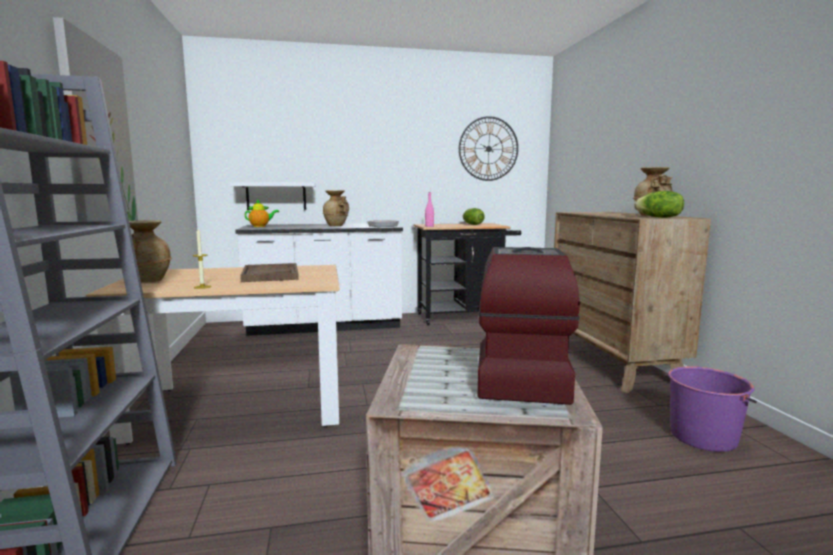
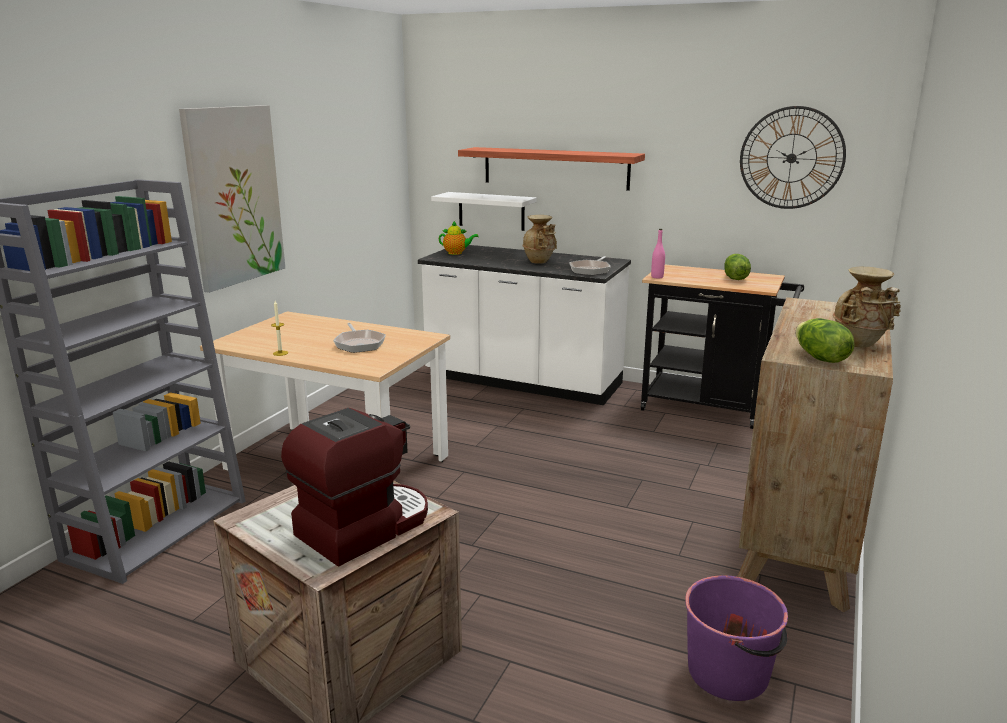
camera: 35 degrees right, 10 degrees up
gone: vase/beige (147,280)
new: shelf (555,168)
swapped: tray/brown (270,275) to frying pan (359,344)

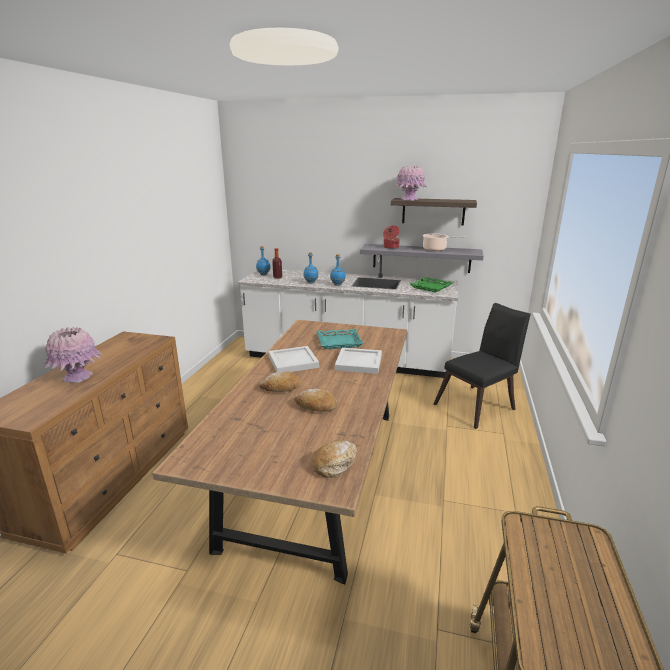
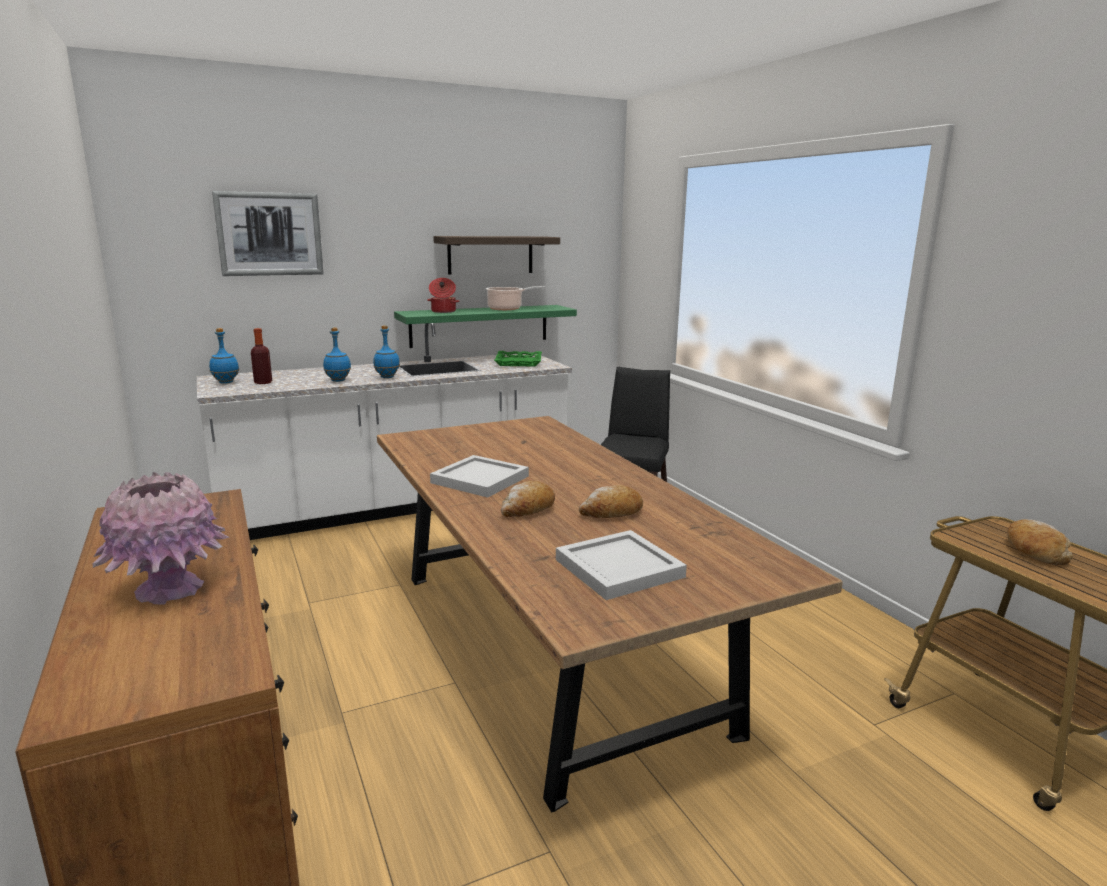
camera: 40 degrees left, 5 degrees down
gone: vase/pink (409,199); tray/turquoise (339,342)
new: picture (269,234)
shifted: tray/white (359,363) to (621,568); bread (335,463) to (1034,551)
repainted: shelf/grey (421,258) to shelf/green (480,325)

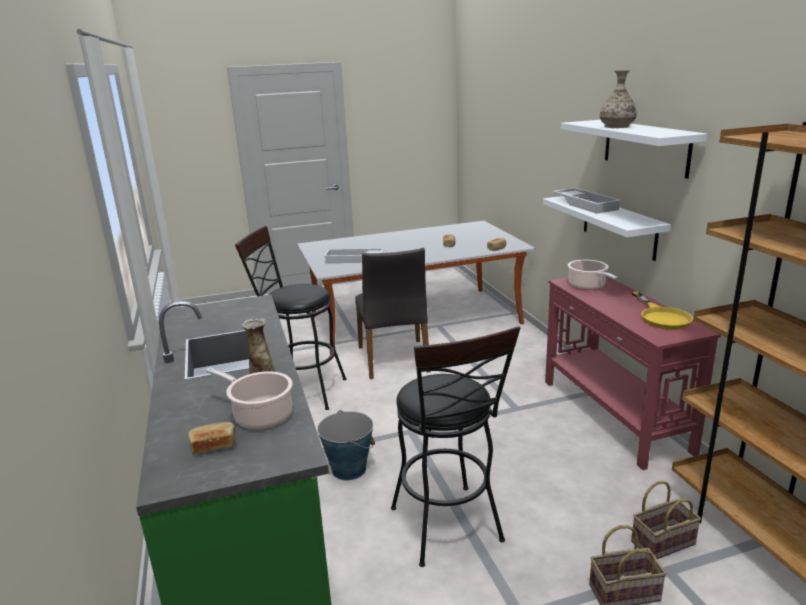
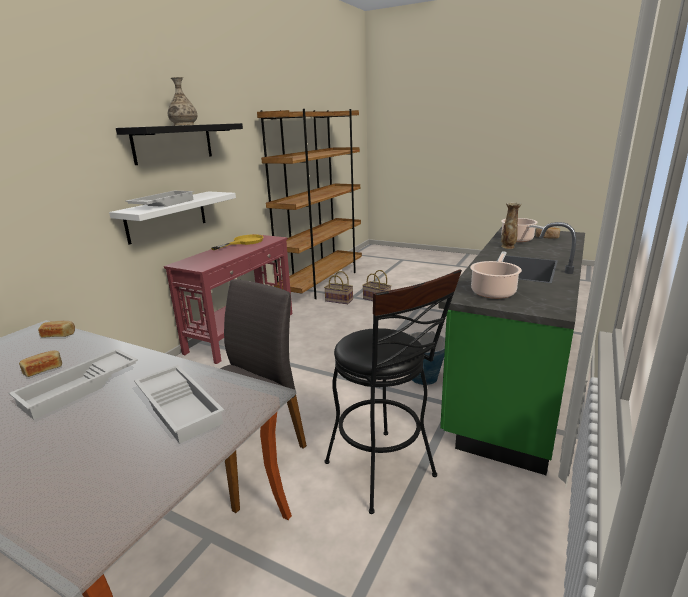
camera: 135 degrees left, 0 degrees up
gone: stool/black (450,530)
new: tray/white (80,388)
shifted: cooking pot (588,286) to (493,291)
repainted: shelf/white (645,147) to shelf/black (173,143)

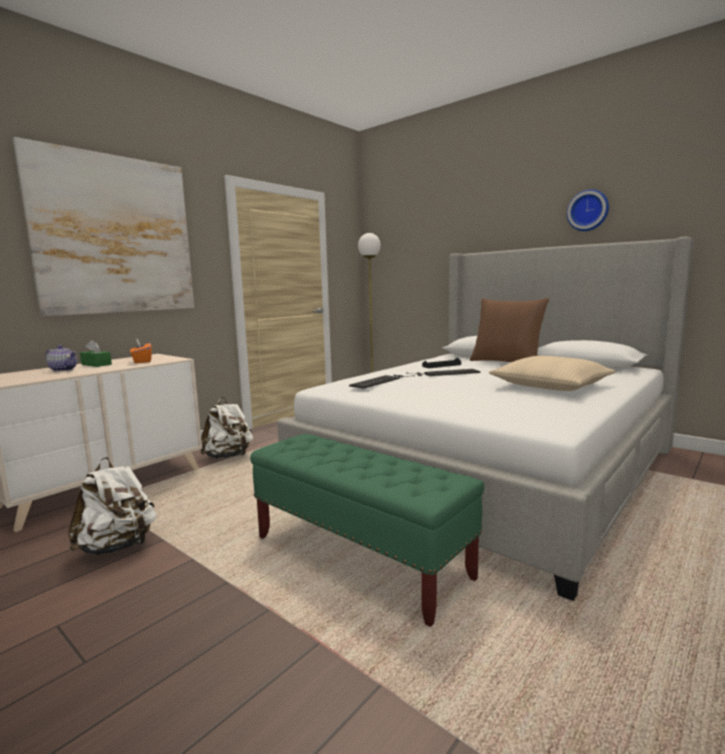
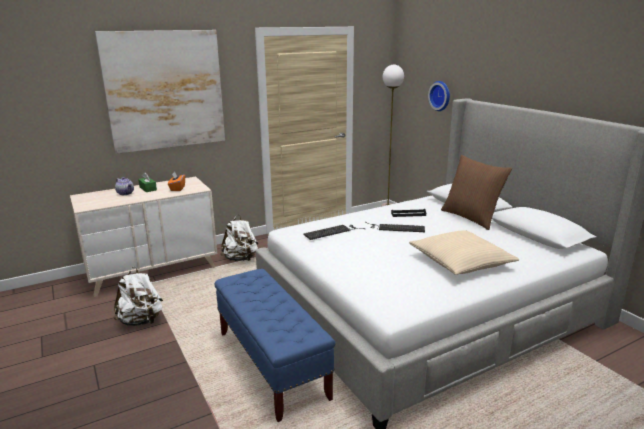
camera: 20 degrees right, 10 degrees up
shifted: wall clock (588,210) to (441,96)
repainted: bench/green (359,557) to bench/blue (272,364)

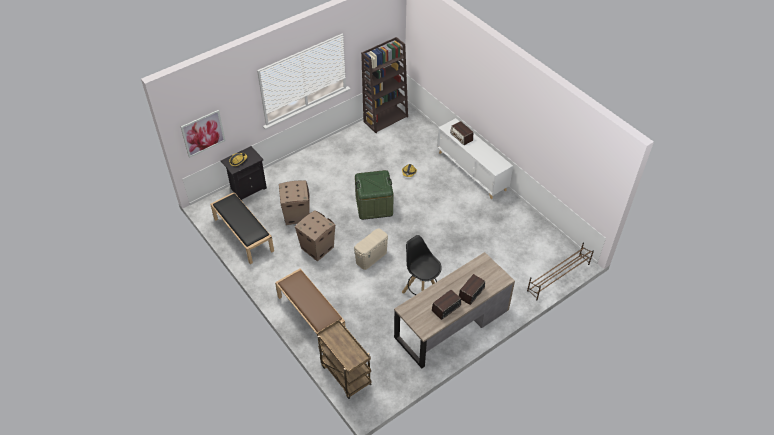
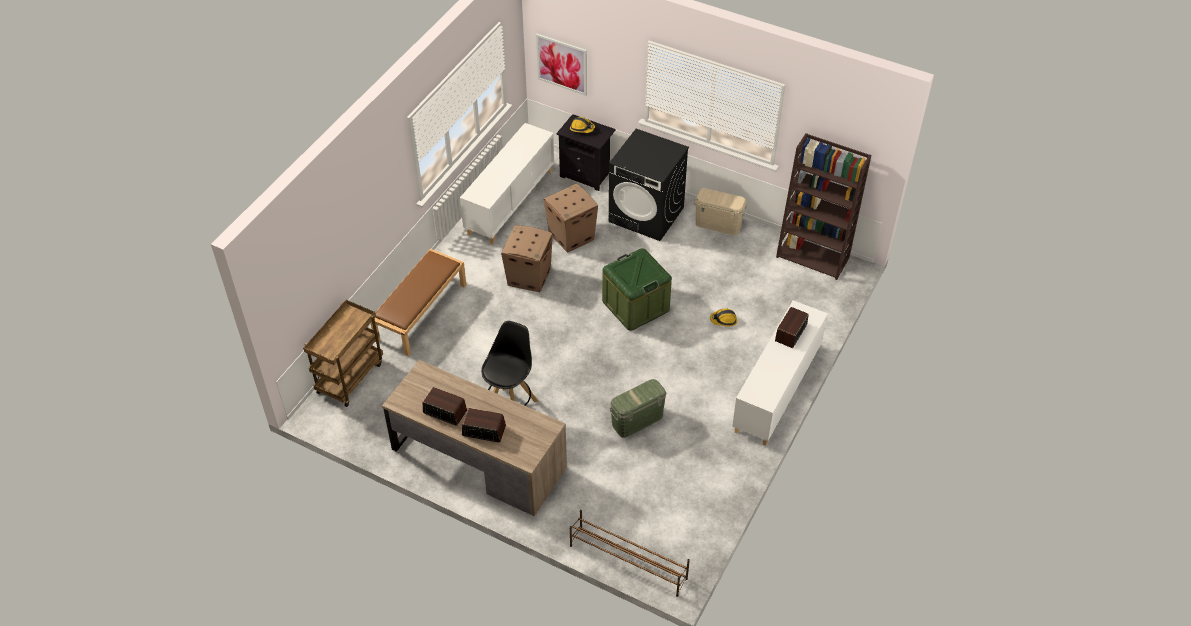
camera: 65 degrees right, 0 degrees up
new: washing machine/black (646,214); storage box/green (637,420)
shifted: storage box/beige (371,257) to (718,224)
swapped: bench/black (243,234) to cabinet/white (510,202)

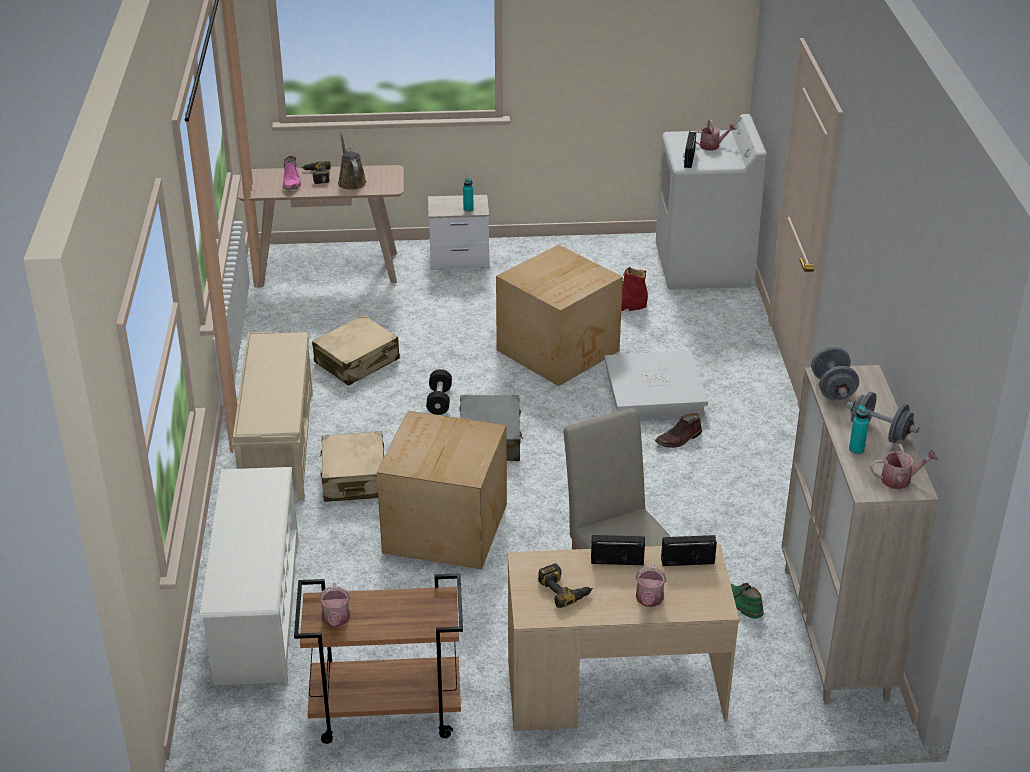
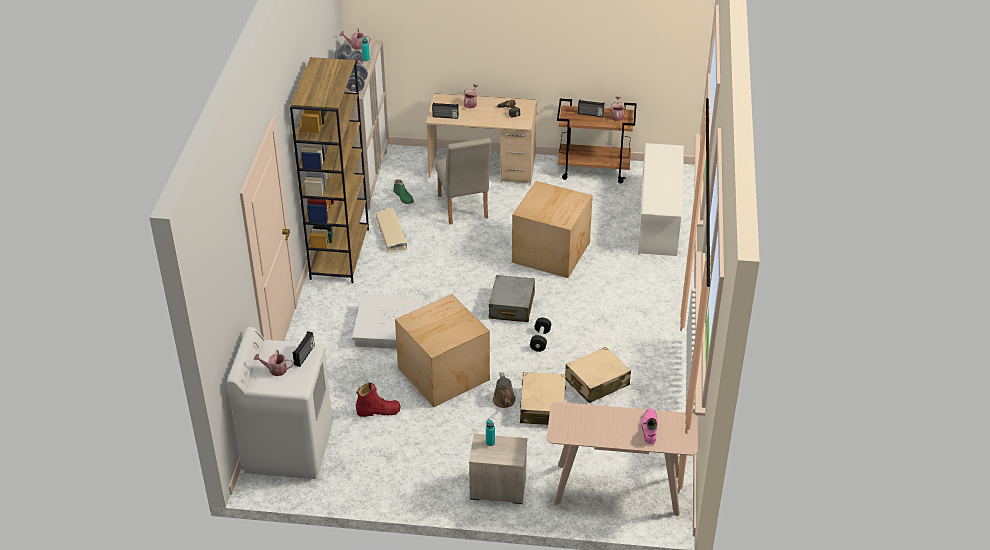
camera: 170 degrees left, 5 degrees up
gone: power drill (316,176); bench/beige (278,444); boot/brown (679,439)
new: bookcase/brown (339,253); storage box/beige (391,233)
shifted: watering can/brown (351,181) to (504,401); suitcase/beige (354,479) to (542,406); radio (617,560) to (590,114)

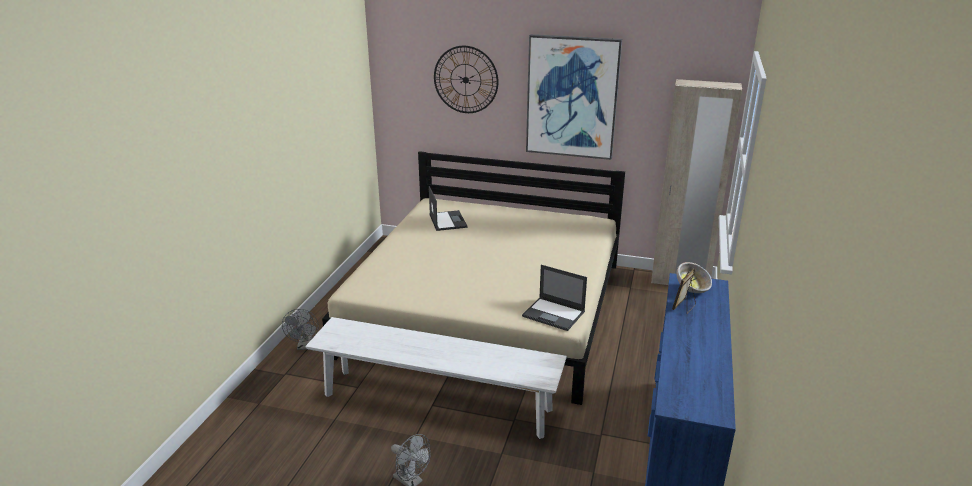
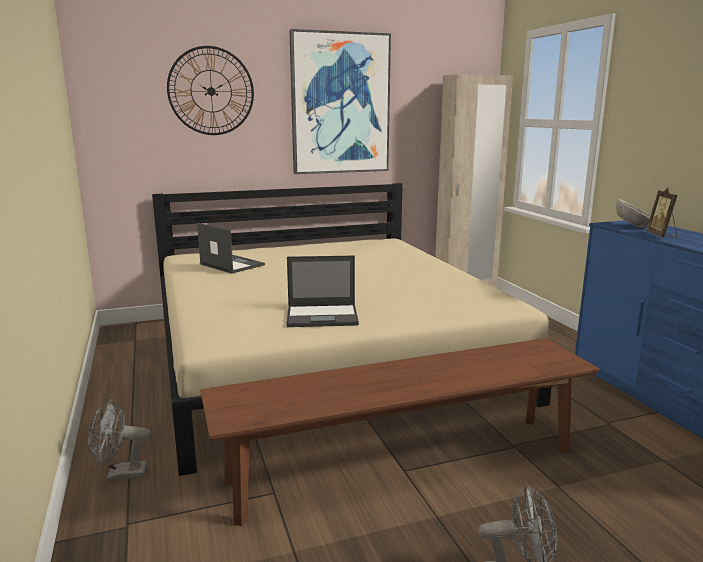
camera: 35 degrees left, 10 degrees down
shifted: laptop (554,314) to (323,316)
repainted: bench/white (436,402) to bench/brown (405,465)
rotated: fan/grey (304,346) = (120,474) 120 degrees clockwise

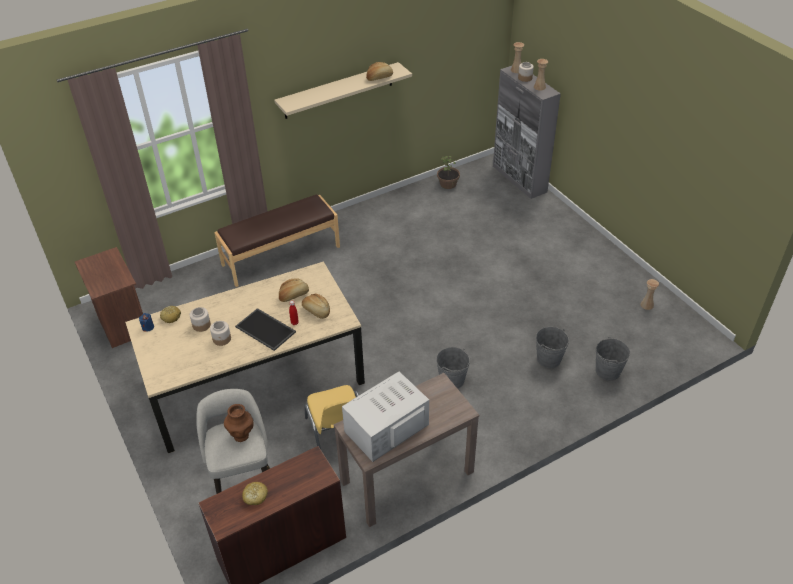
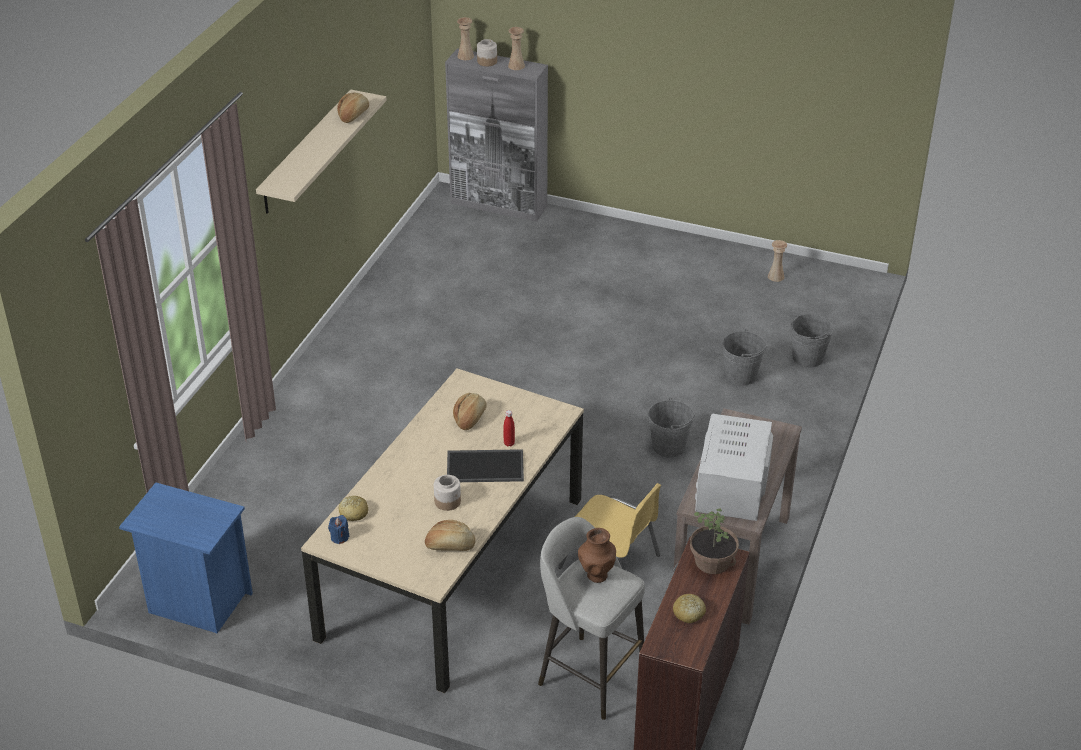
camera: 40 degrees left, 5 degrees down
gone: bench/brown (281,255); jar (201,325)
shifted: potted plant (448,184) to (712,561); bread (316,311) to (450,546)
repainted: nightstand/brown (122,325) to nightstand/blue (196,602)

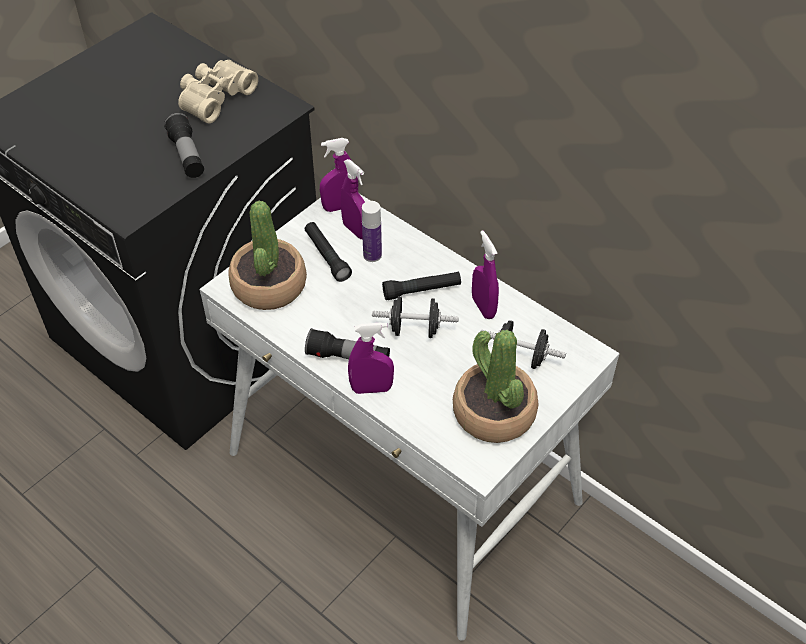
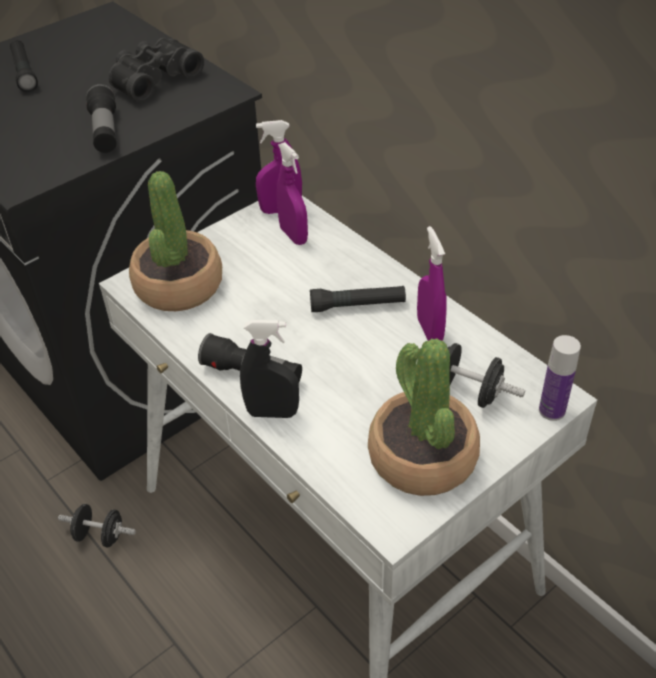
camera: 10 degrees right, 5 degrees down
shifted: bottle (372,255) to (552,410); flashlight/black (327,256) to (24,73); dumbbell/black (414,329) to (100,535)
repainted: binoculars/beige (214,97) to binoculars/black (153,79); spray bottle/purple (371,389) to spray bottle/black (272,413)

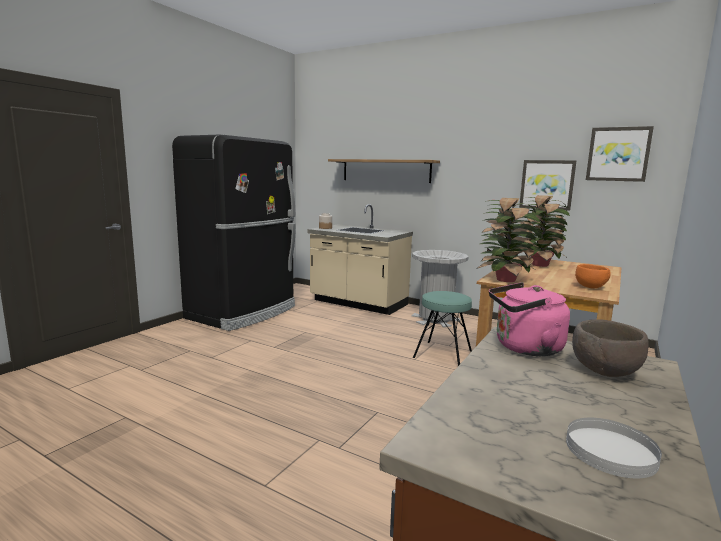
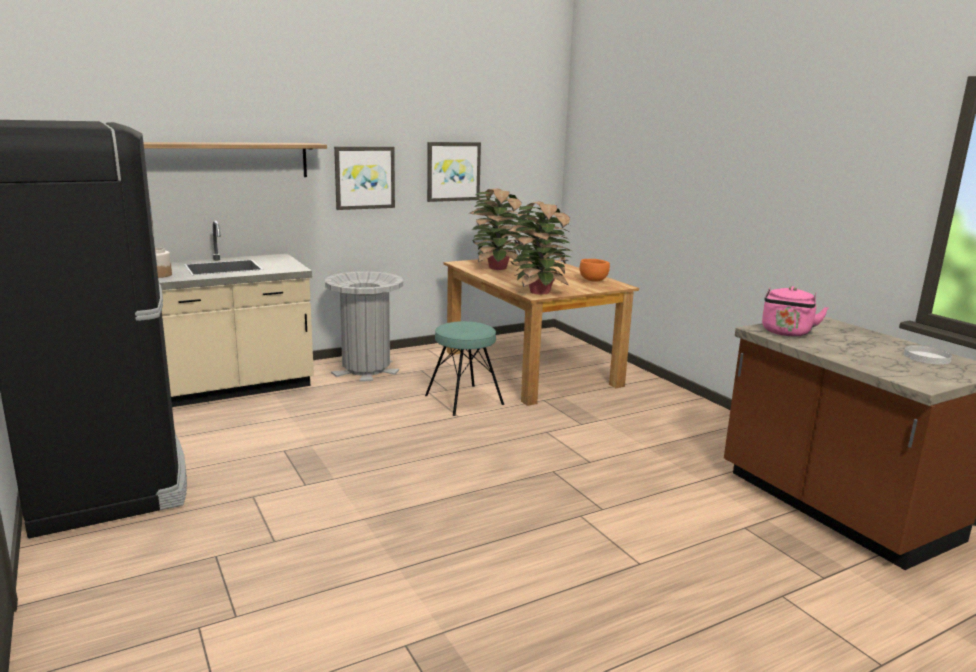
camera: 60 degrees left, 5 degrees up
gone: bowl/brown (603,371)
shifted: picture (618,154) to (364,177)

